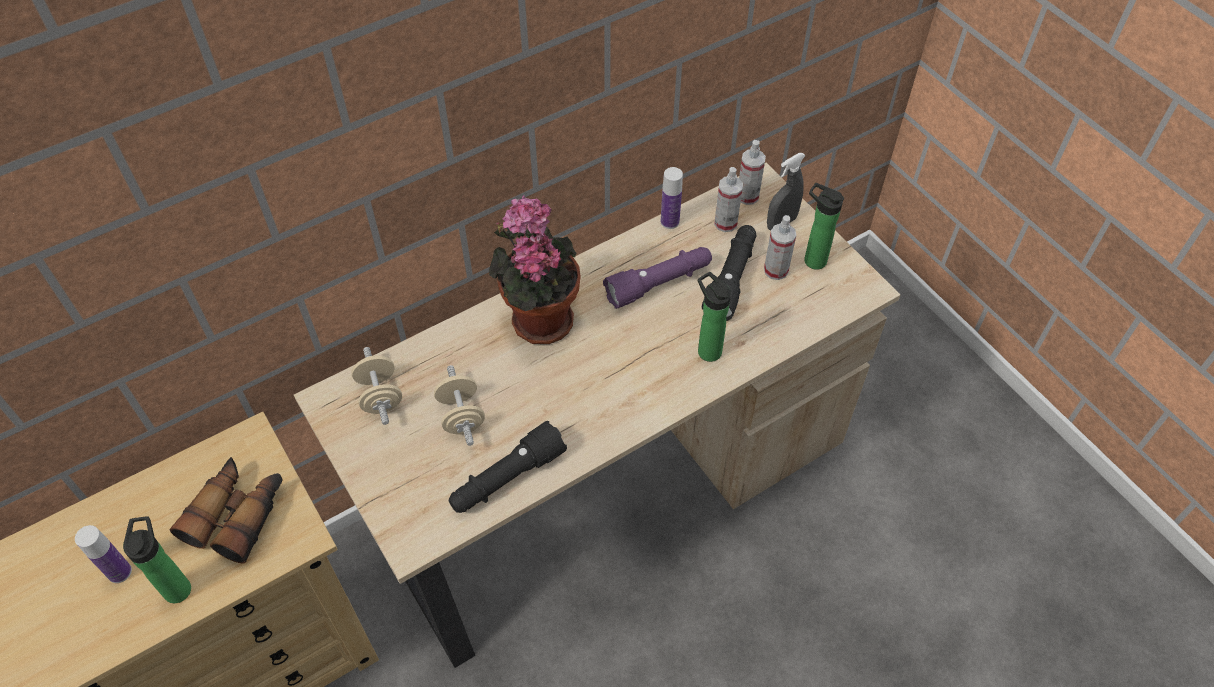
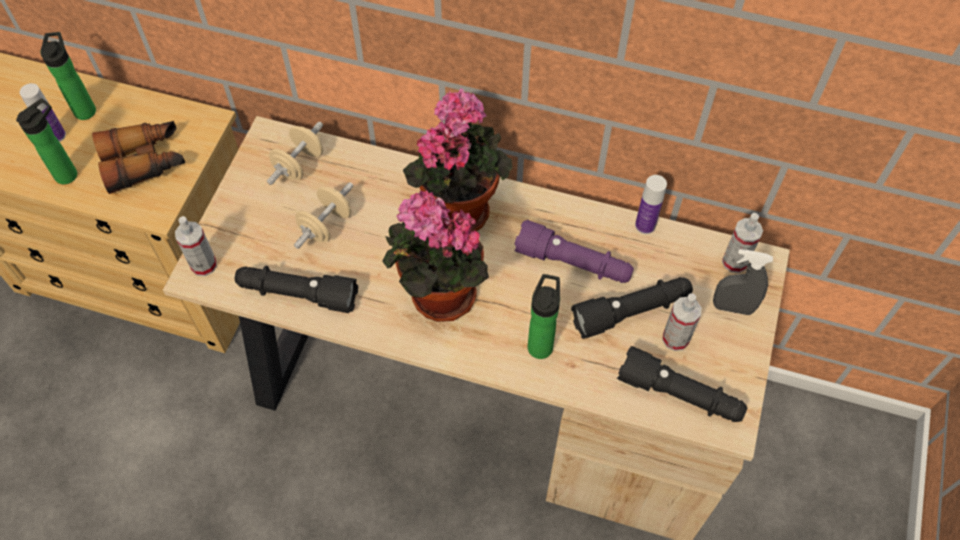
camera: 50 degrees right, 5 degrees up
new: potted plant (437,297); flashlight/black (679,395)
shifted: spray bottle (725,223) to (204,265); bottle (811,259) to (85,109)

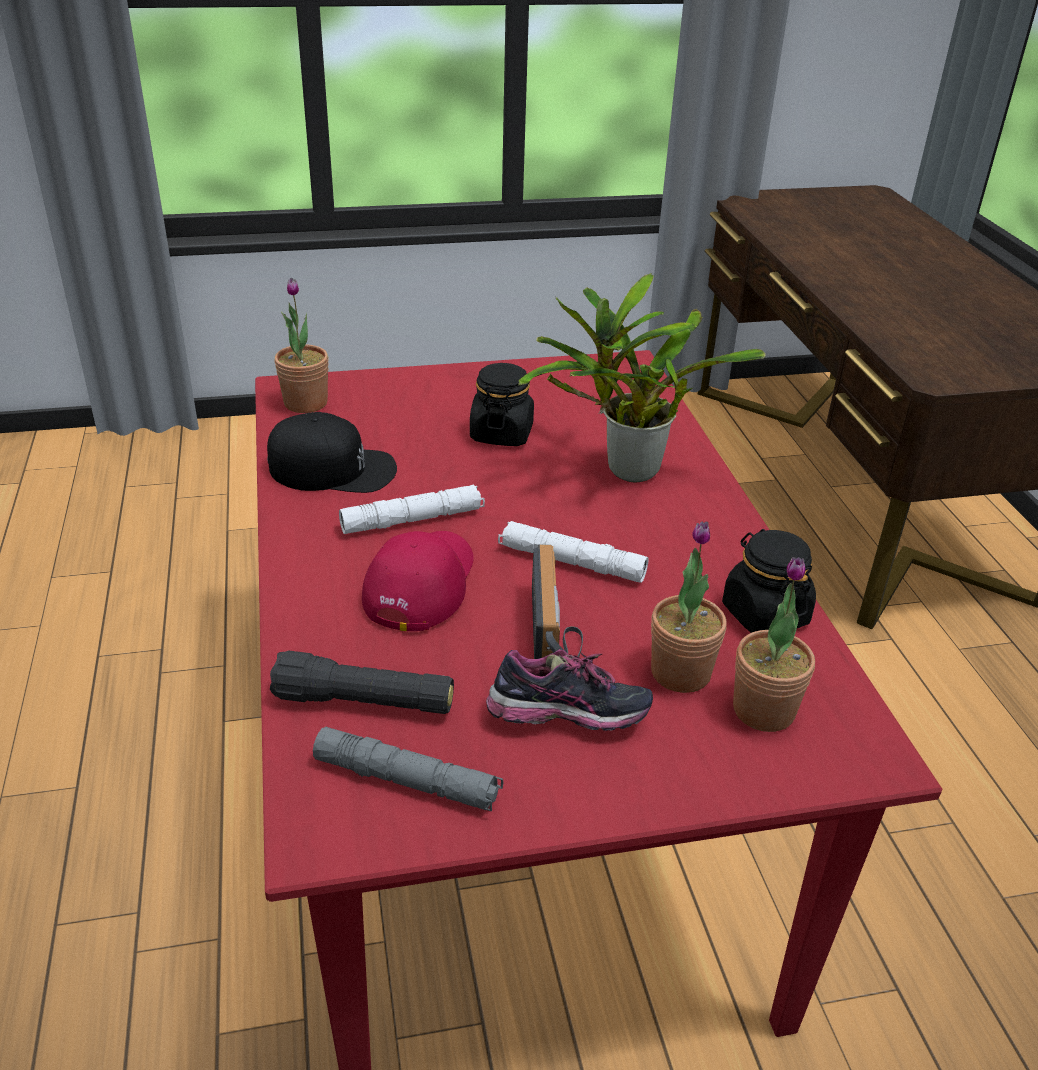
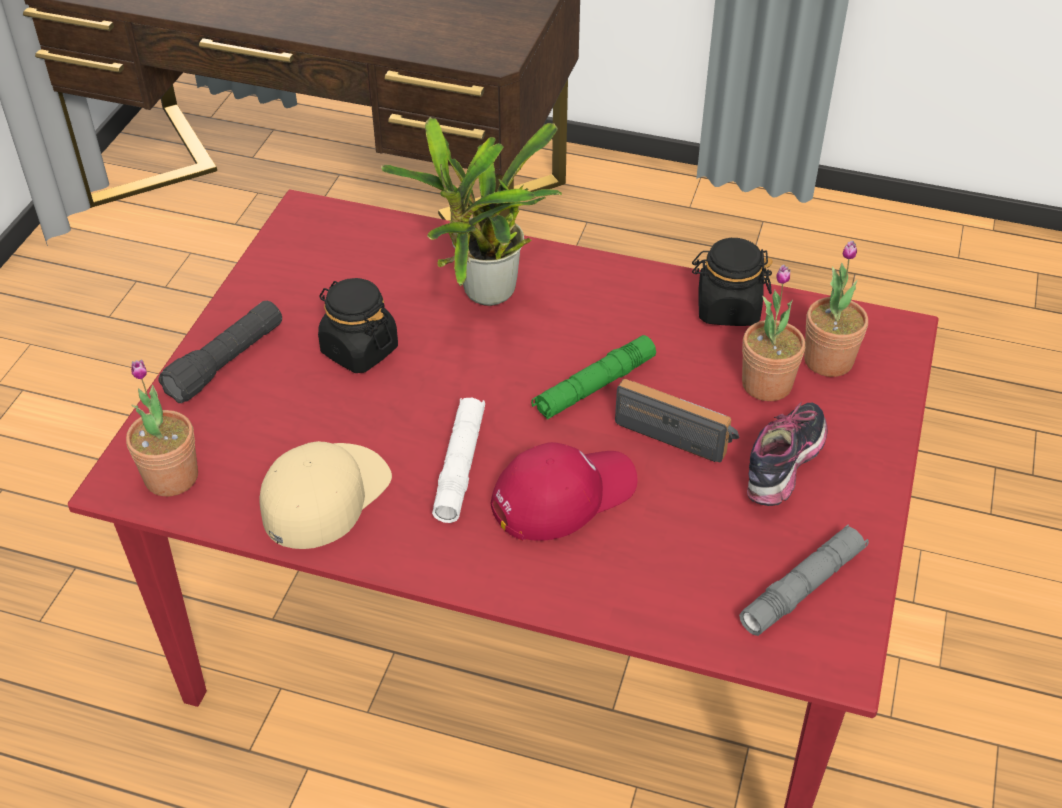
camera: 60 degrees left, 10 degrees up
shifted: flashlight/black (364,702) to (226,362)
repainted: cap/black (333,468) to cap/beige (325,495); flashlight/white (571,562) to flashlight/green (594,386)
rotated: cap/red (420,584) = (563,494) 105 degrees clockwise

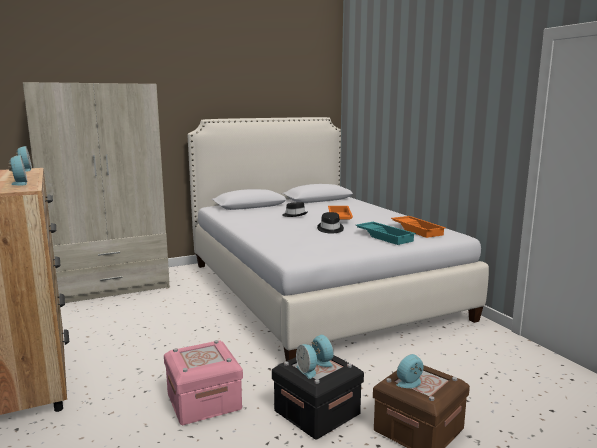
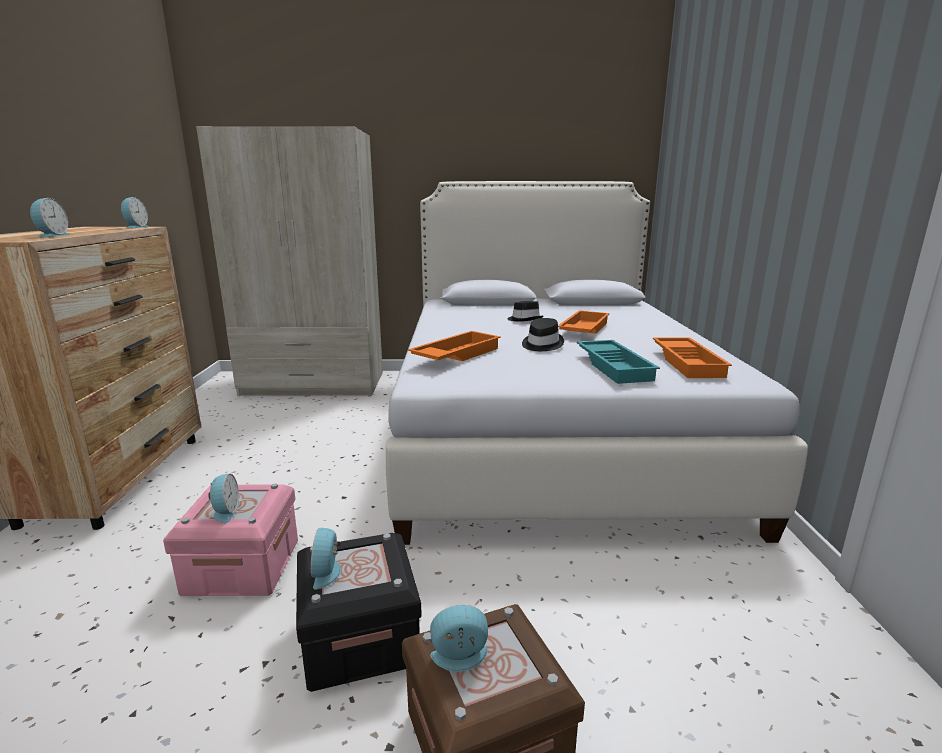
camera: 25 degrees right, 5 degrees up
new: tray/orange (455,354)
shifted: alarm clock (321,361) to (225,512)

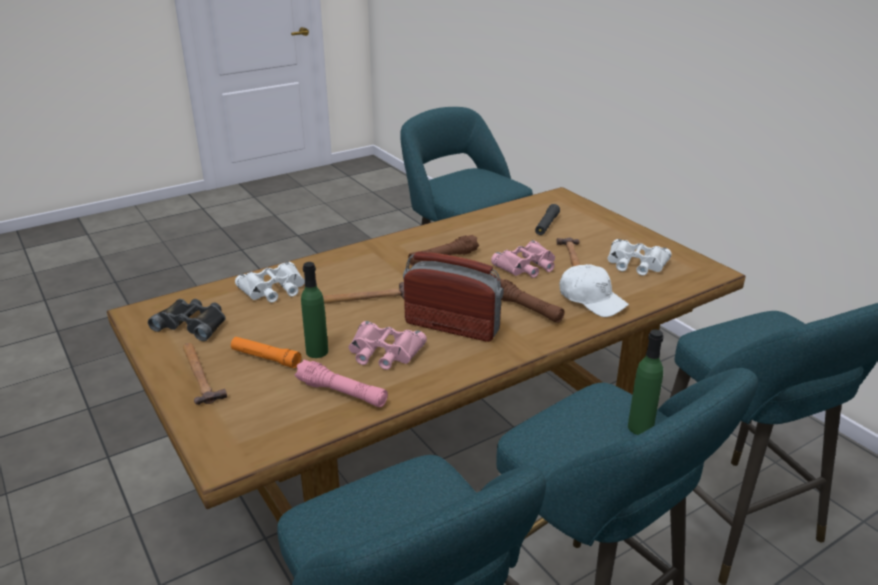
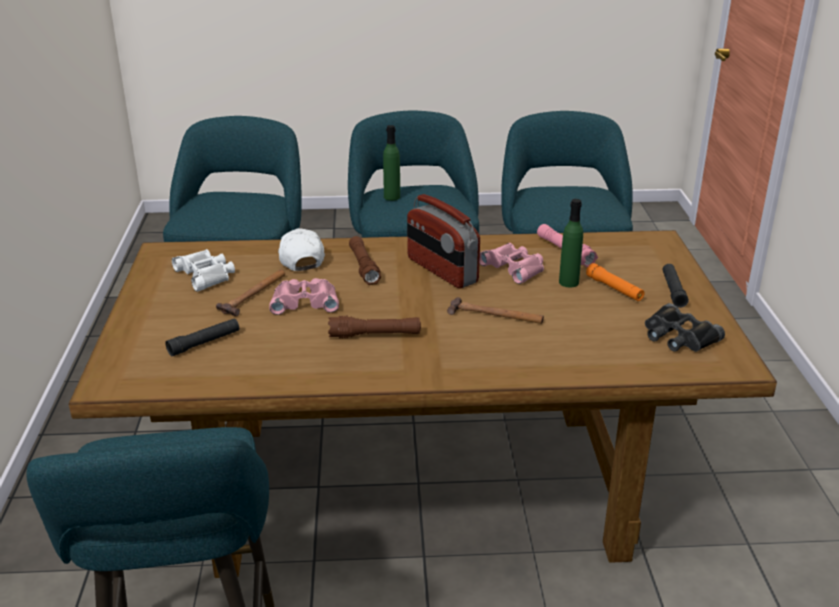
camera: 150 degrees left, 0 degrees up
gone: binoculars/white (274,289)
swapped: hammer (200,375) to flashlight/black (673,290)

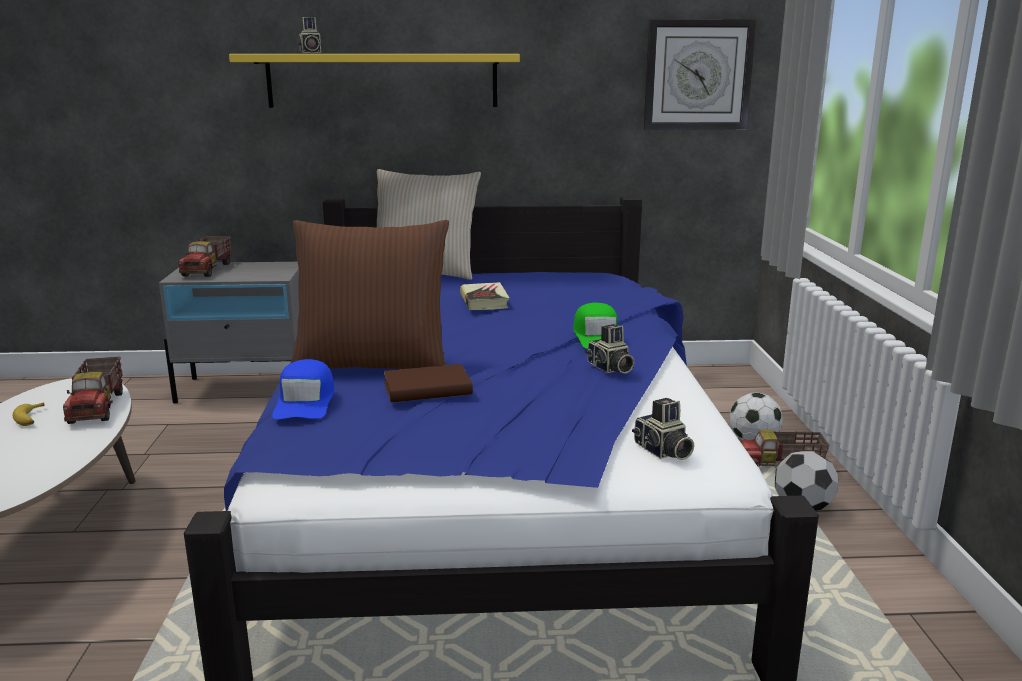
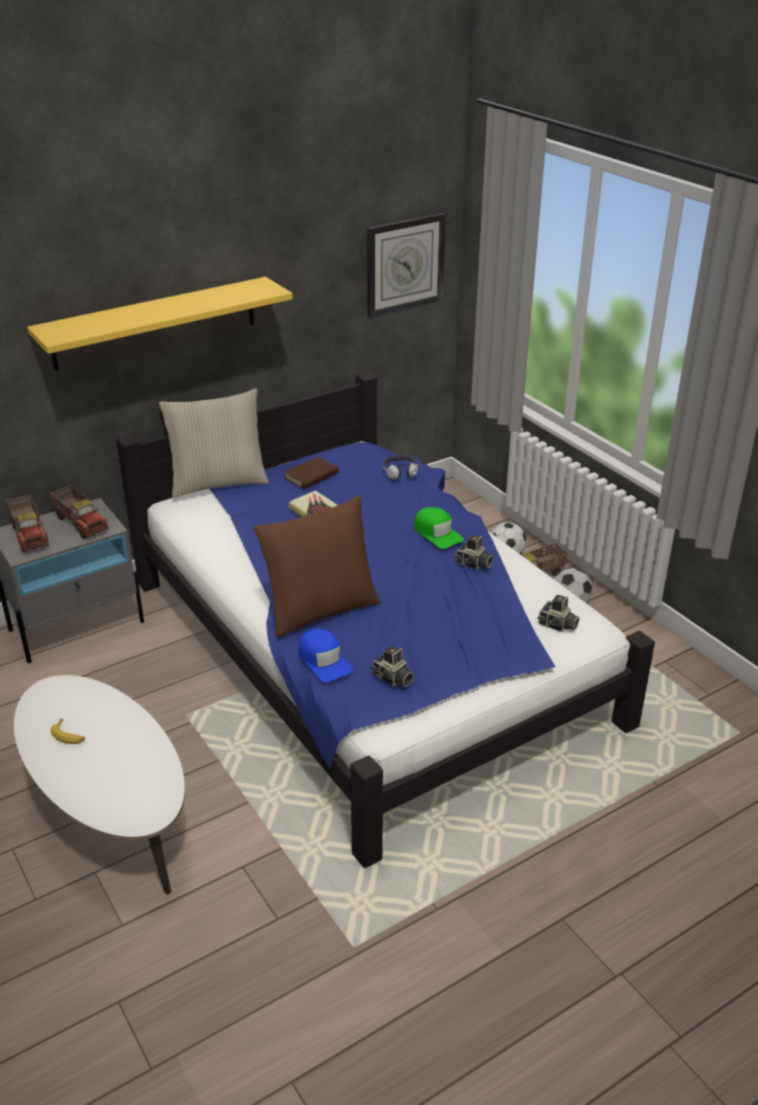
camera: 30 degrees left, 15 degrees up
new: headphones (400,472)
shifted: photo camera (310,53) to (392,678); toy truck (98,407) to (81,523); book/brown (427,389) to (311,476)

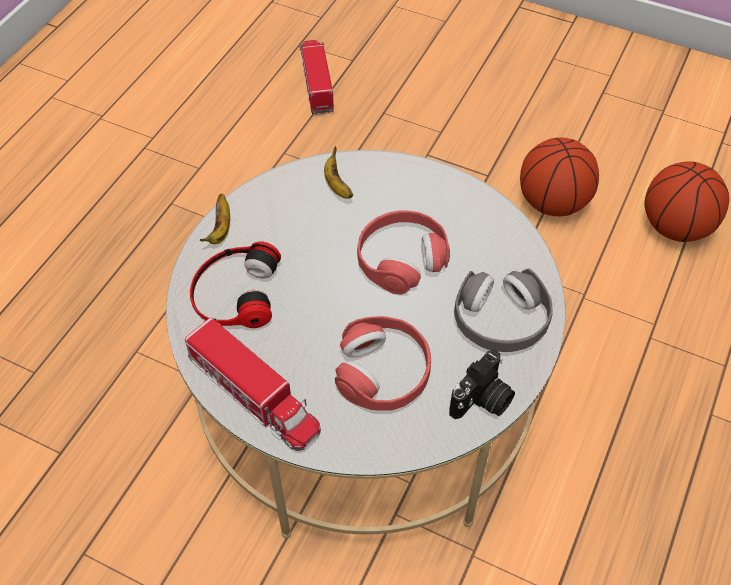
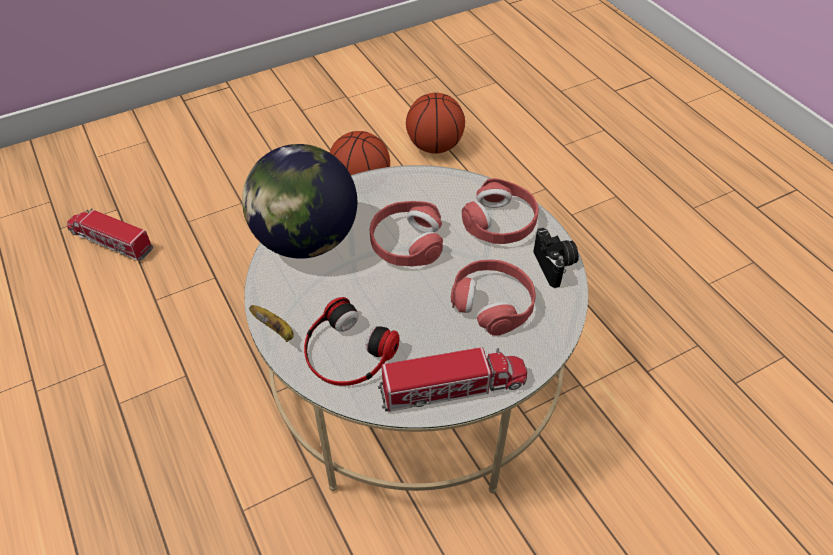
camera: 55 degrees left, 5 degrees down
swapped: banana (337,185) to globe (305,241)
repainted: headphones/grey (501,319) to headphones/red (500,222)

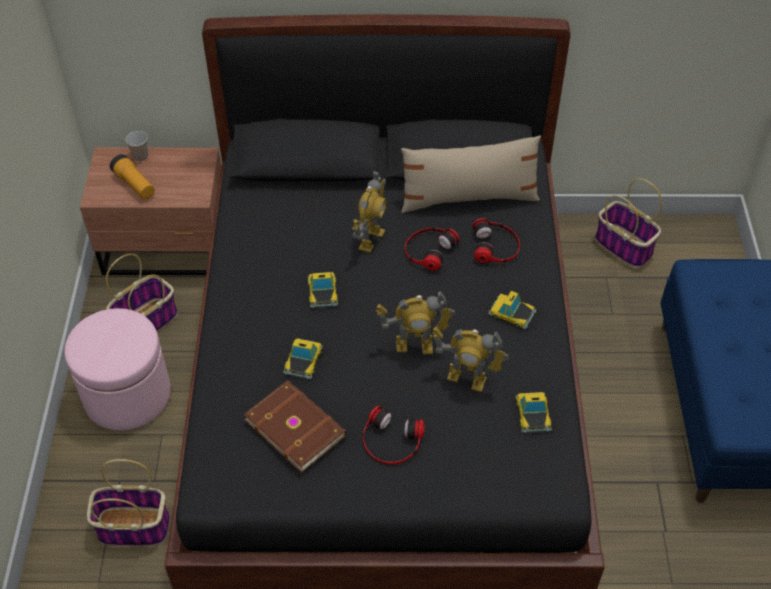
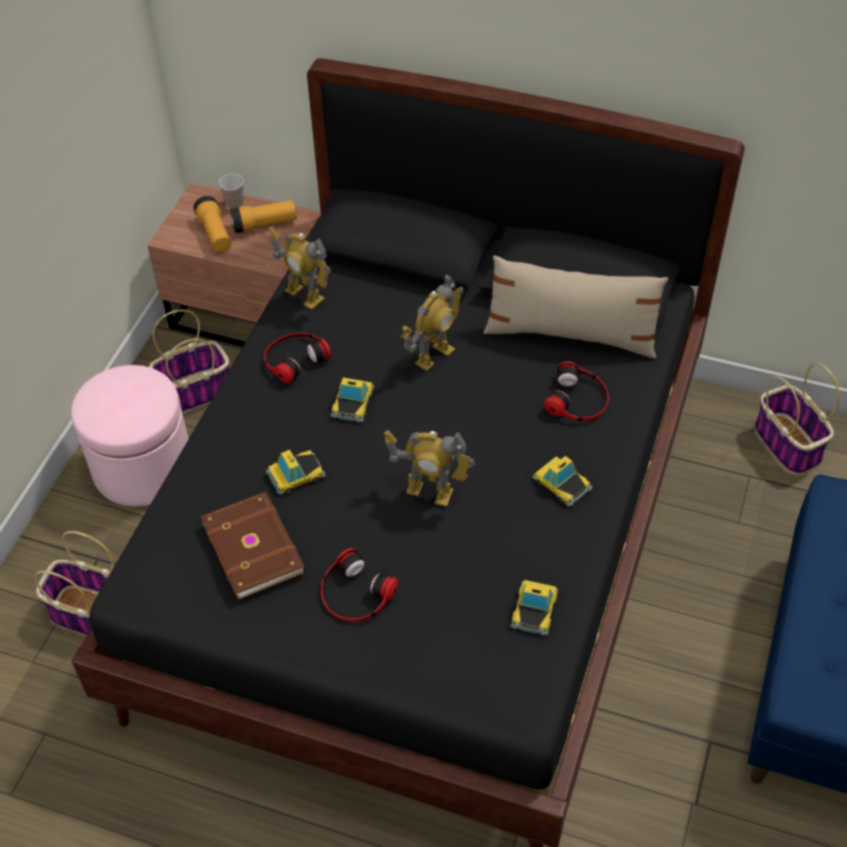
camera: 20 degrees right, 0 degrees up
new: flashlight (264,224)
shifted: headphones (428,250) to (294,358); toy robot (466,379) to (304,295)
rotated: toy car (303,360) = (296,474) 150 degrees counterclockwise

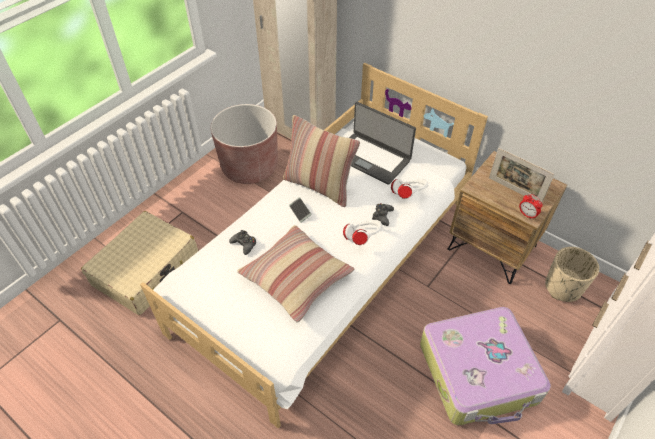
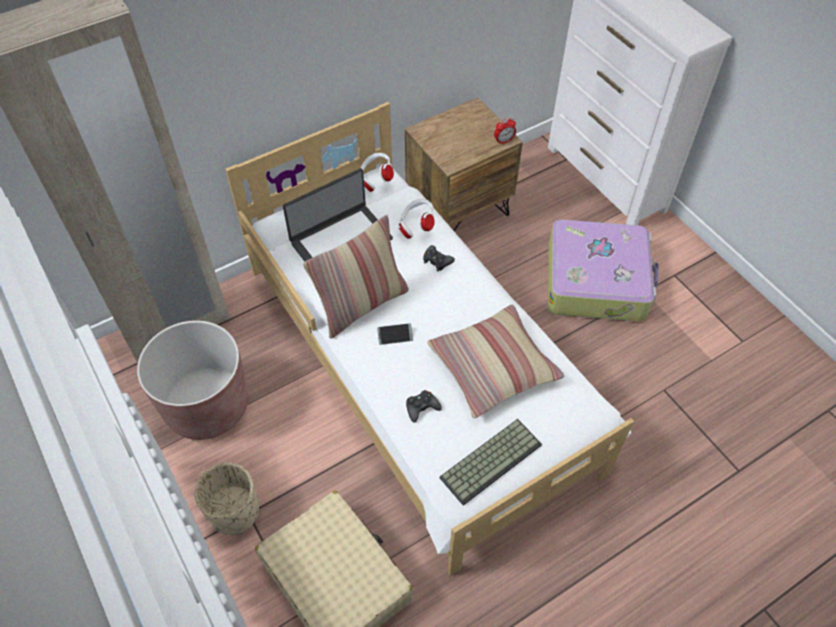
camera: 70 degrees left, 5 degrees up
gone: picture frame (514,190)
new: keyboard (490,459)
shifted: headphones/white (363,238) to (375,180); planter/beige (563,288) to (235,512)

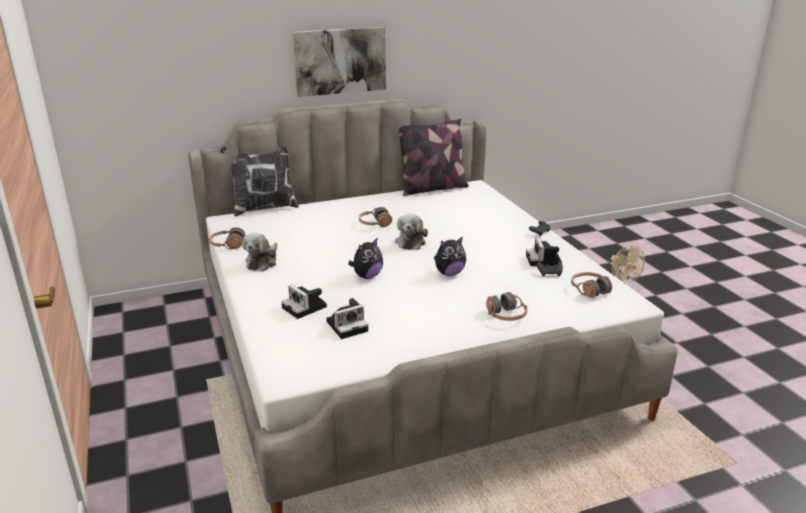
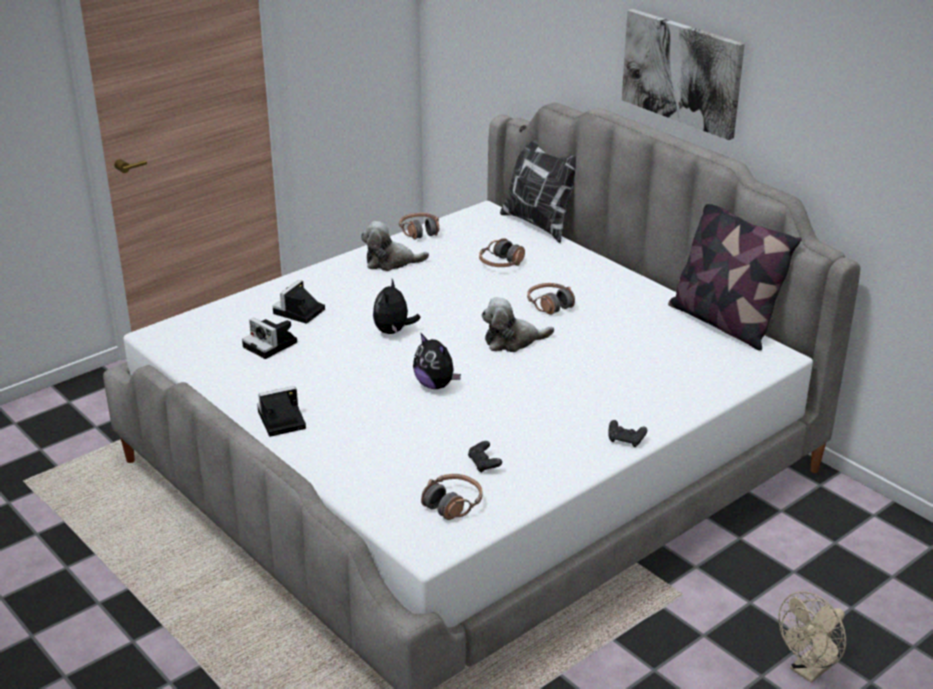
camera: 70 degrees right, 5 degrees up
shifted: photo camera (544,261) to (279,421); headphones (506,316) to (501,263)
rotated: plush toy (367,276) = (393,331) 75 degrees clockwise

